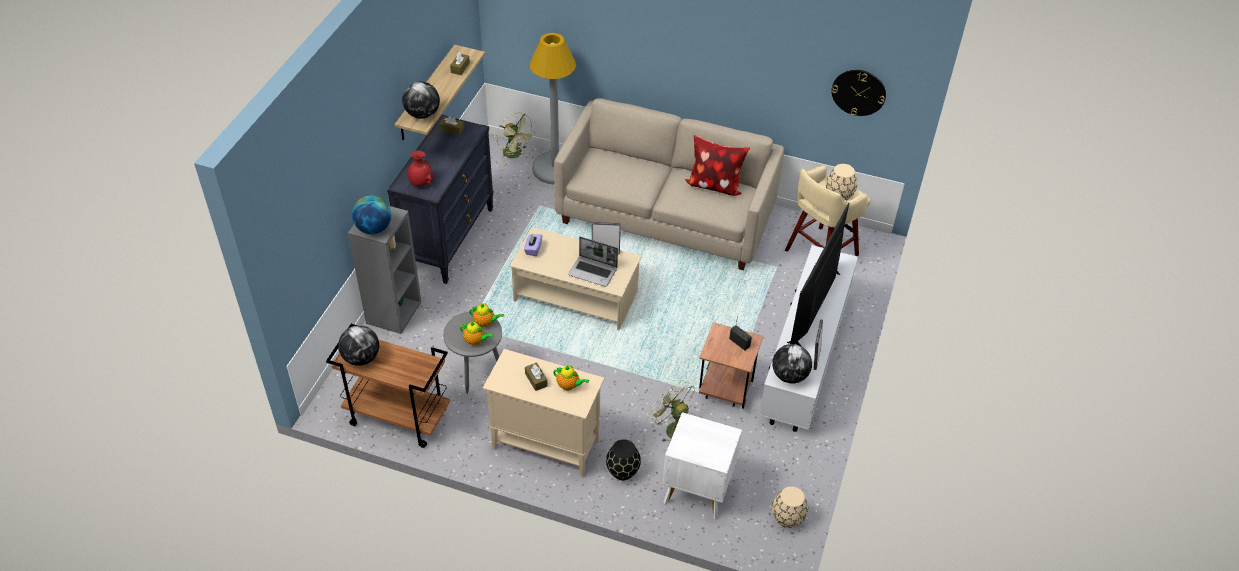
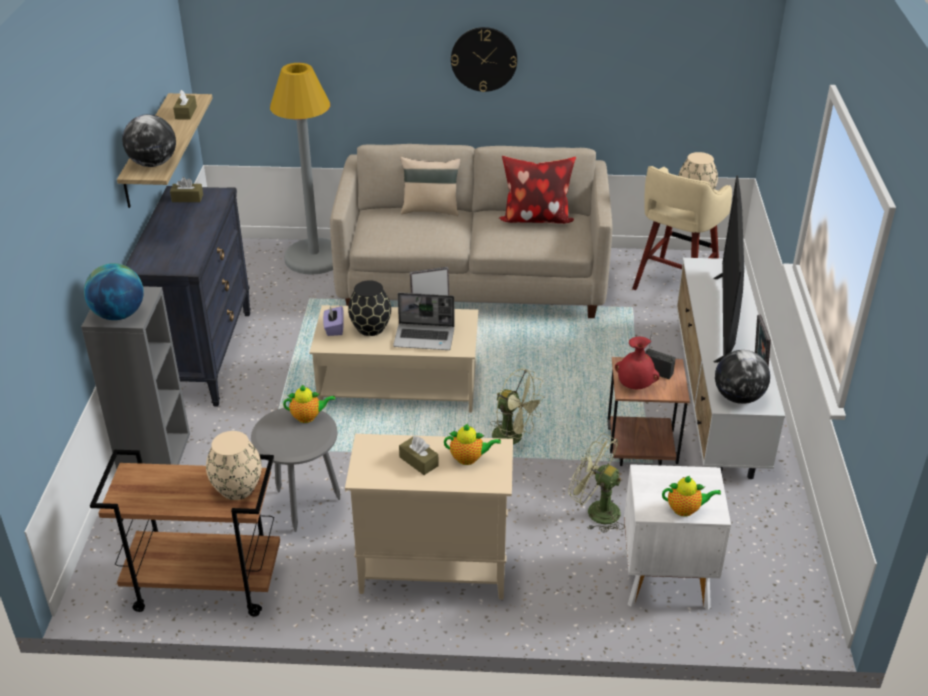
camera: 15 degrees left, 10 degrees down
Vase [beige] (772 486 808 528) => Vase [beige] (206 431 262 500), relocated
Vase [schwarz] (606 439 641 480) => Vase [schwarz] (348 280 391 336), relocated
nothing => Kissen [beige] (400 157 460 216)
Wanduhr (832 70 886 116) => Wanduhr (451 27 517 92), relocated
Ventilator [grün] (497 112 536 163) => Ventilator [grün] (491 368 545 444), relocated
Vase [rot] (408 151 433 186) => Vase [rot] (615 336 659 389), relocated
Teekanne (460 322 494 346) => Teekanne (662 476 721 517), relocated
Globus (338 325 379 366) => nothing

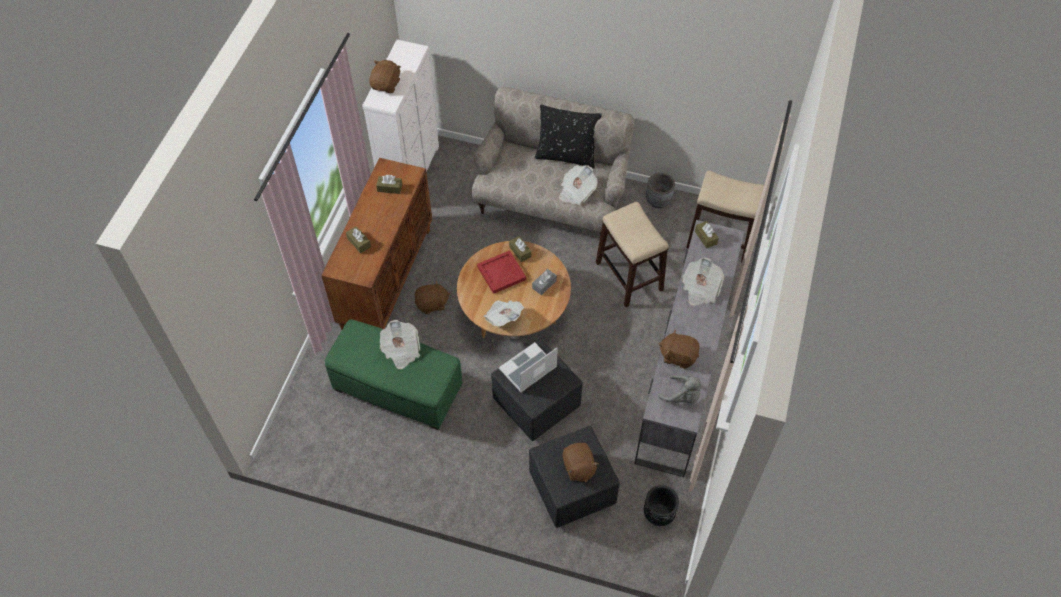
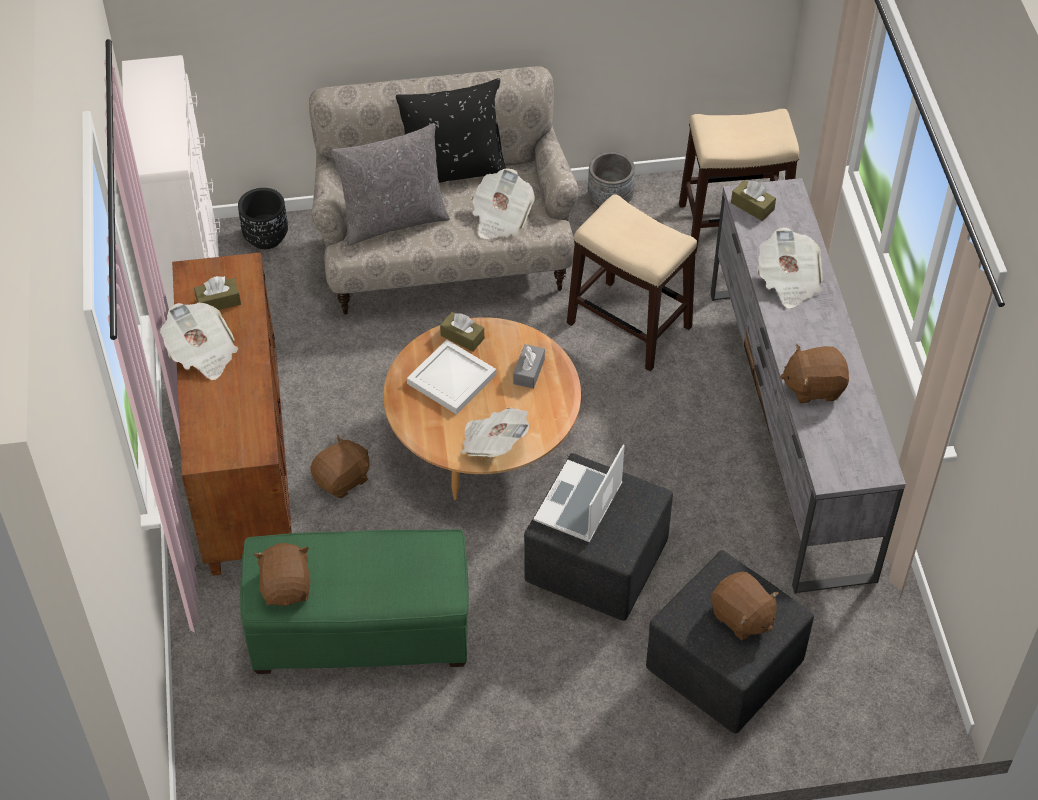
camera: 25 degrees left, 5 degrees down
Zeitung (380 319 420 370) => Zeitung (160 303 238 380), relocated
Pflanzkübel [schwarz] (644 485 679 526) => Pflanzkübel [schwarz] (238 188 288 249), relocated
Plüschtier [braun] (369 60 401 93) => Plüschtier [braun] (254 543 310 606), relocated
nothing => Kissen [grau] (331 123 450 246)
Tablett [rot] (477 250 526 294) => Tablett [weiß] (407 340 496 414)
Taschentuchbox [braun] (346 226 371 253) => nothing
Plüschtier [grau] (658 375 700 403) => nothing

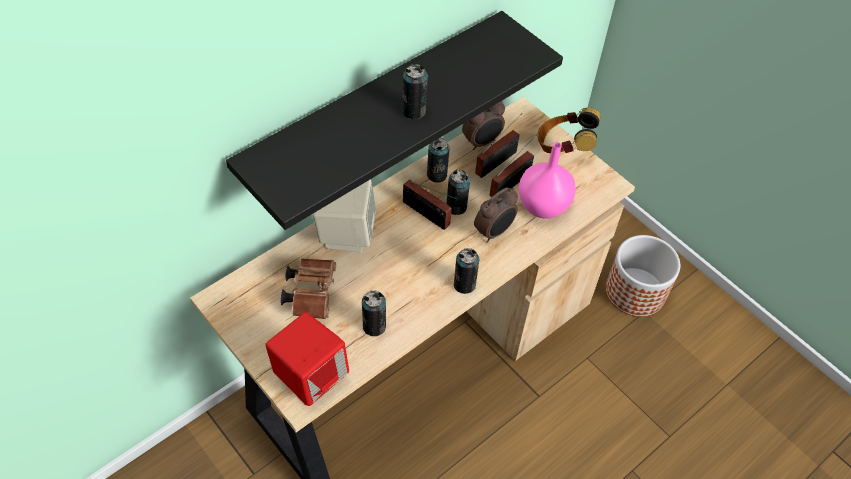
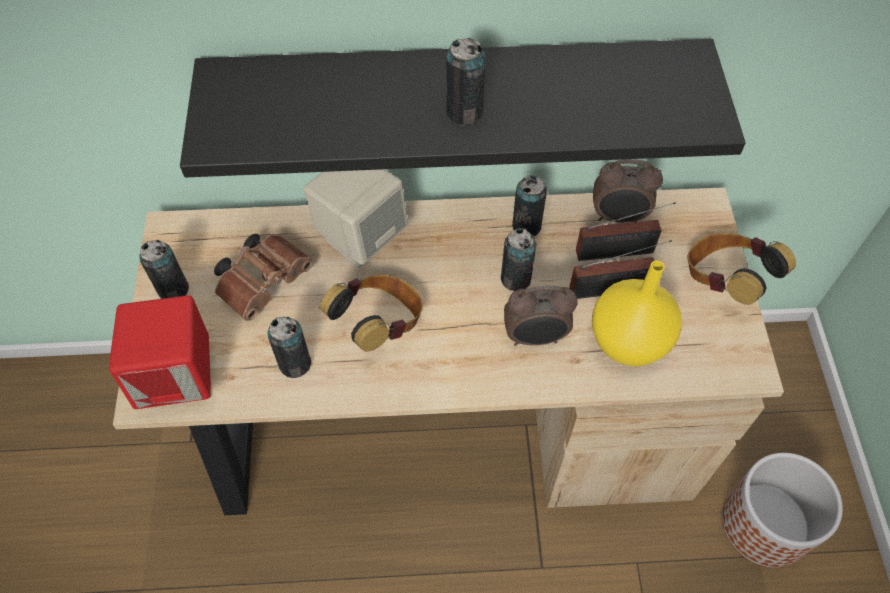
camera: 40 degrees right, 5 degrees up
Dose (454 248 480 294) => Dose (139 240 189 299), relocated
nothing => Kopfhörer (320 275 423 352)
Vase [rosa] (519 142 576 219) => Vase [gelb] (592 260 682 366)
Radio (403 180 457 230) => nothing

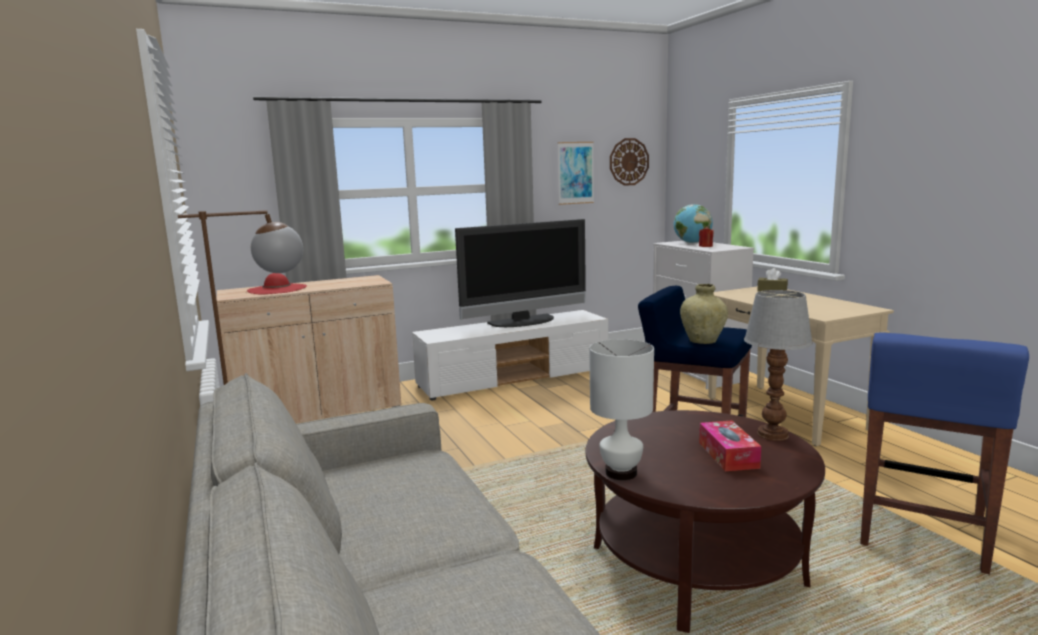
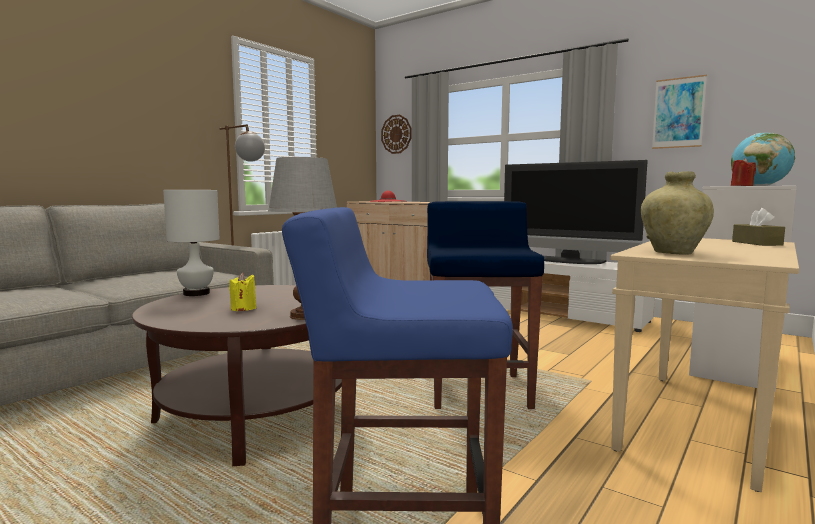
camera: 60 degrees right, 5 degrees down
Taschentuchbox (699 421 761 471) => Kerze [gelb] (229 273 257 311)
Wanduhr (610 138 649 186) => Wanduhr (381 115 411 154), relocated
Vase [beige] (680 284 728 344) => Vase [beige] (641 171 714 255), relocated

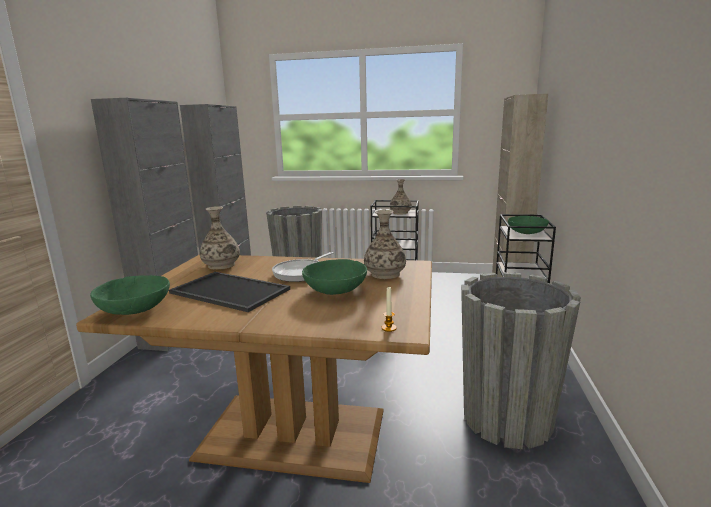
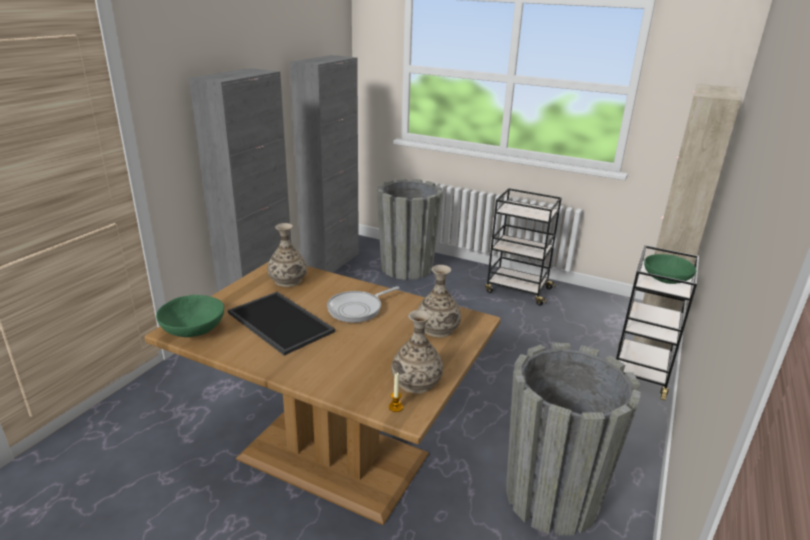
camera: 15 degrees right, 10 degrees up
Vase (390 179 412 215) => Vase (392 310 443 394), relocated
Schüssel [grün] (302 259 367 295) => nothing

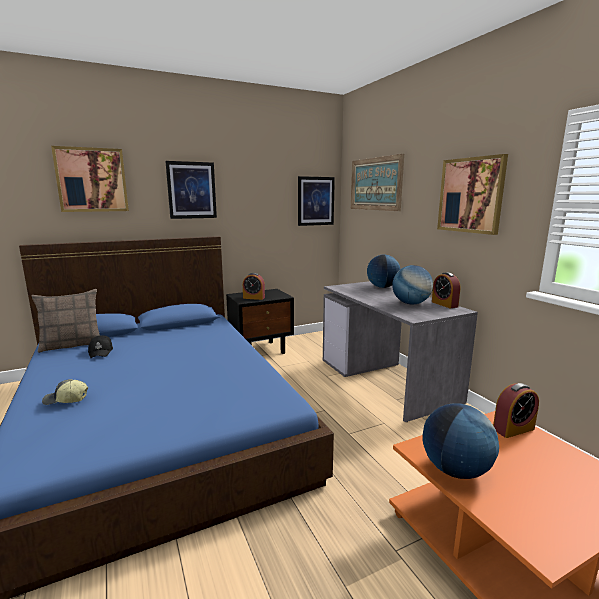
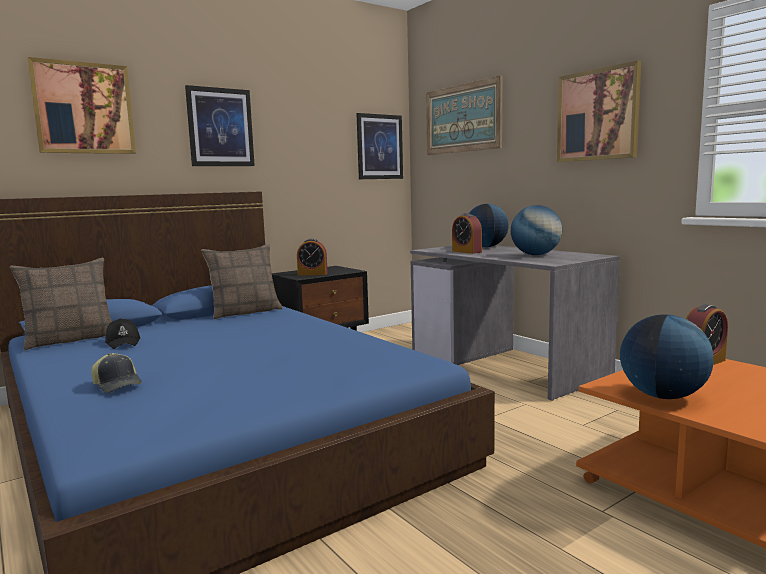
camera: 10 degrees left, 5 degrees down
Kappe (42 379 88 405) => Kappe (91 353 142 393), 120 degrees counterclockwise
nothing => Kissen (201 244 282 319)
Wecker (432 272 460 308) => Wecker (452 213 482 254), relocated

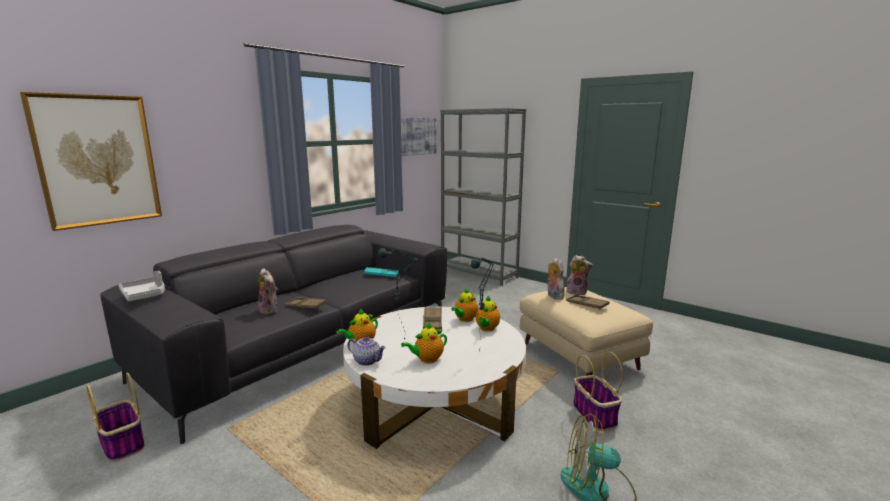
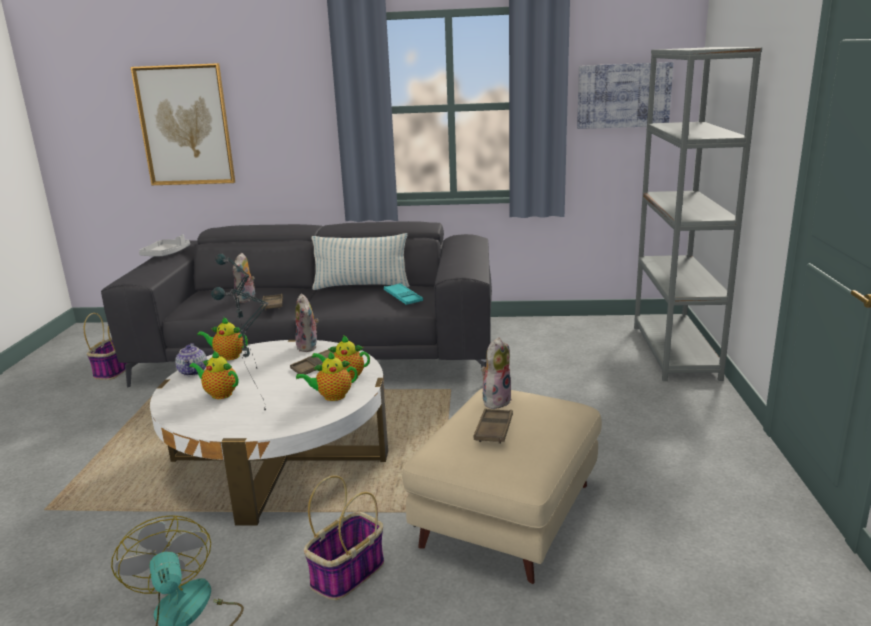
camera: 55 degrees right, 5 degrees up
Plüschtier (566 255 593 295) => Plüschtier (296 294 319 352), relocated
nothing => Kissen (311 233 410 290)

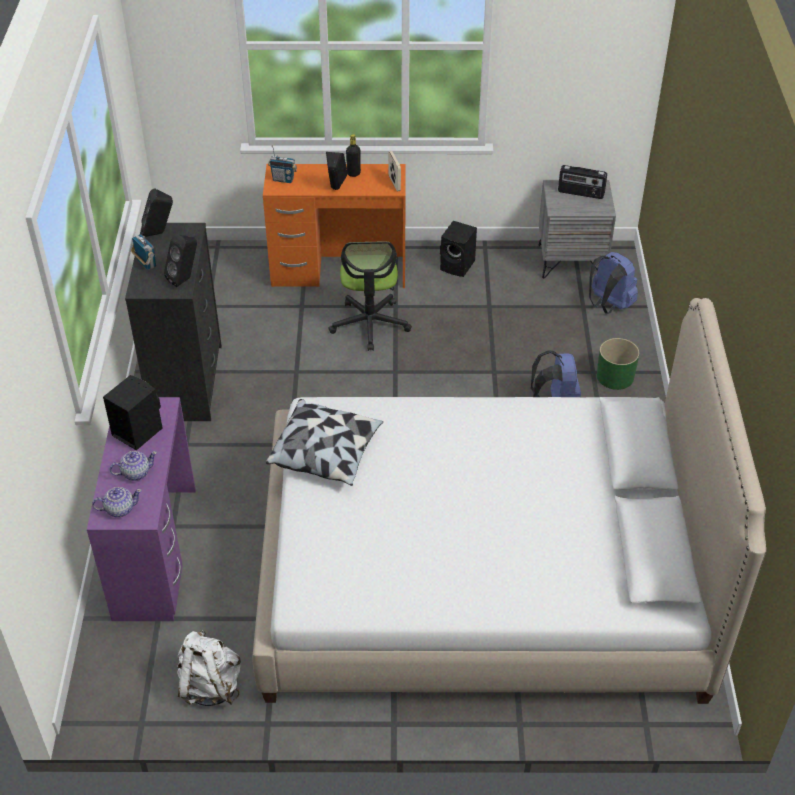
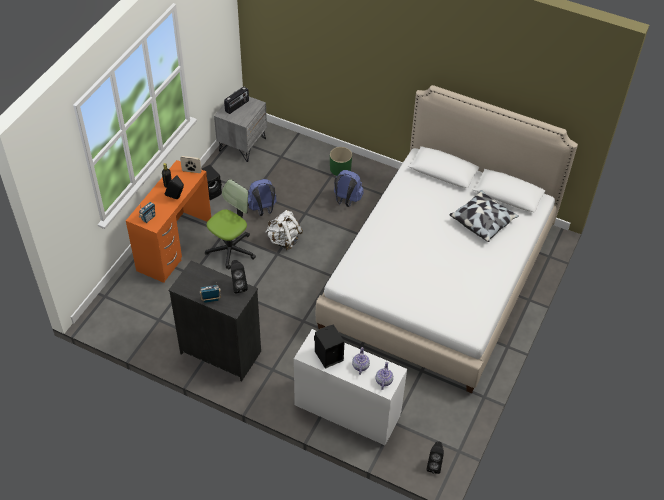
camera: 65 degrees left, 5 degrees up
Bürostuhl (328 241 412 351) => Bürostuhl (205 179 256 270), 75 degrees counterclockwise
Rucksack [blau] (589 252 638 313) => Rucksack [blau] (248 179 277 216), relocated
Rucksack [weiß] (177 630 241 706) => Rucksack [weiß] (265 210 303 250), relocated
Schreibtisch [lila] (87 397 196 621) => Schreibtisch [weiß] (294 329 407 445)
Lautsprecher [schwarz] (141 188 173 237) => Lautsprecher [schwarz] (426 441 444 474), relocated
Kissen (266 399 383 486) => Kissen (449 190 519 242), relocated

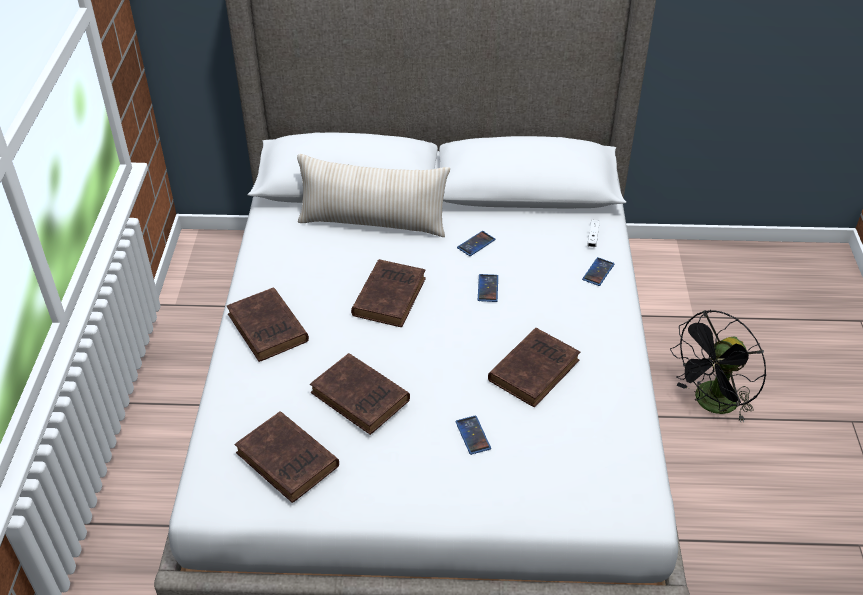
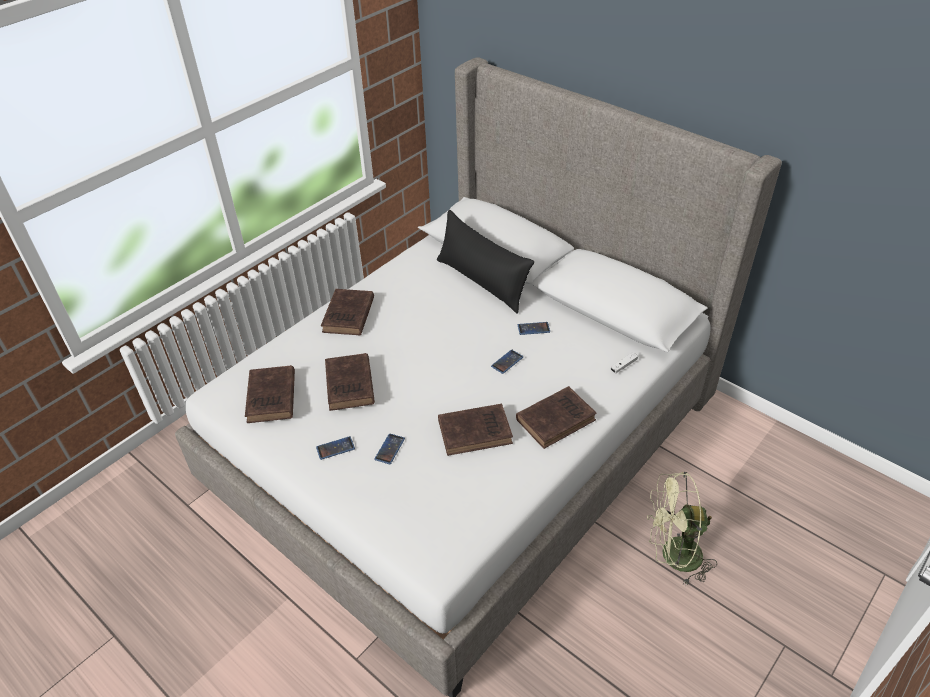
camera: 40 degrees right, 0 degrees up
Handy (582 257 614 286) => Handy (316 436 355 460), relocated
Kissen [beige] (297 154 450 237) => Kissen [schwarz] (437 210 534 314)
Buch [braun] (351 259 426 327) => Buch [braun] (516 386 597 449), relocated
Ventilator [schwarz] (670 310 766 422) => Ventilator [grün] (647 472 717 586)

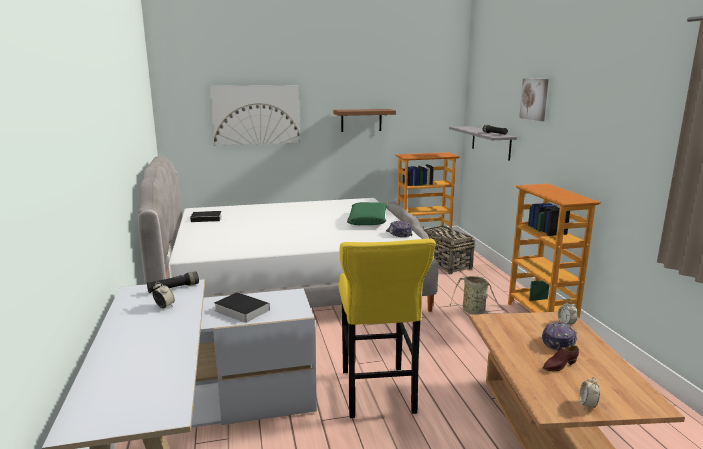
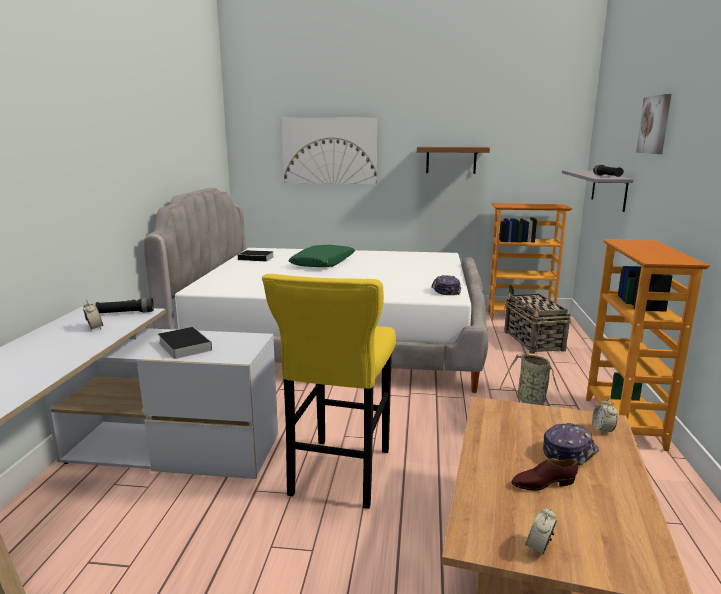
camera: 20 degrees right, 0 degrees up
Kissen [grün] (347 202 387 225) => Kissen [grün] (288 245 355 267), relocated

